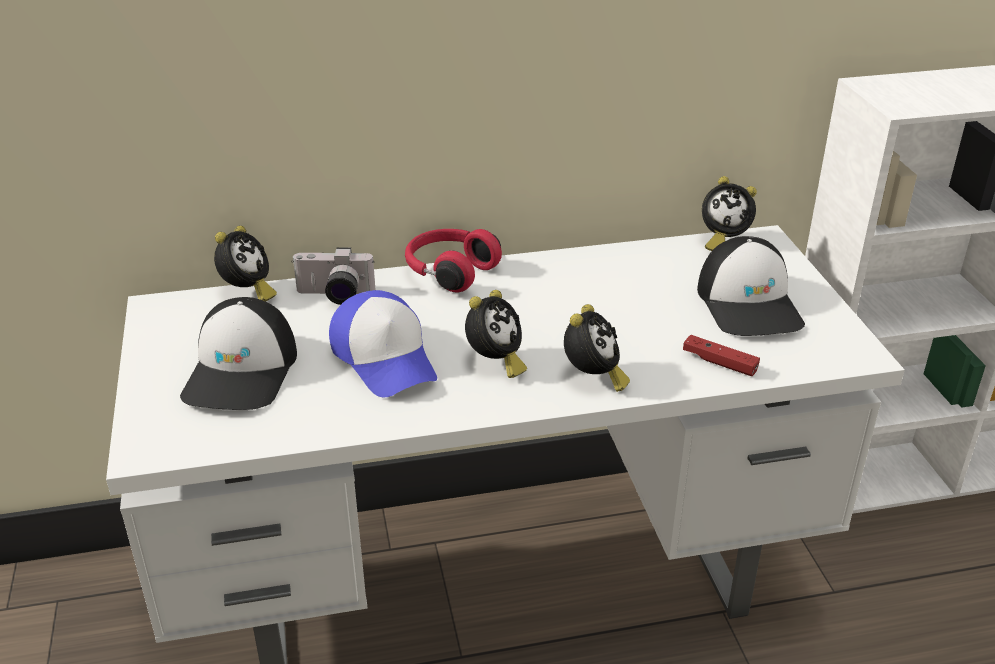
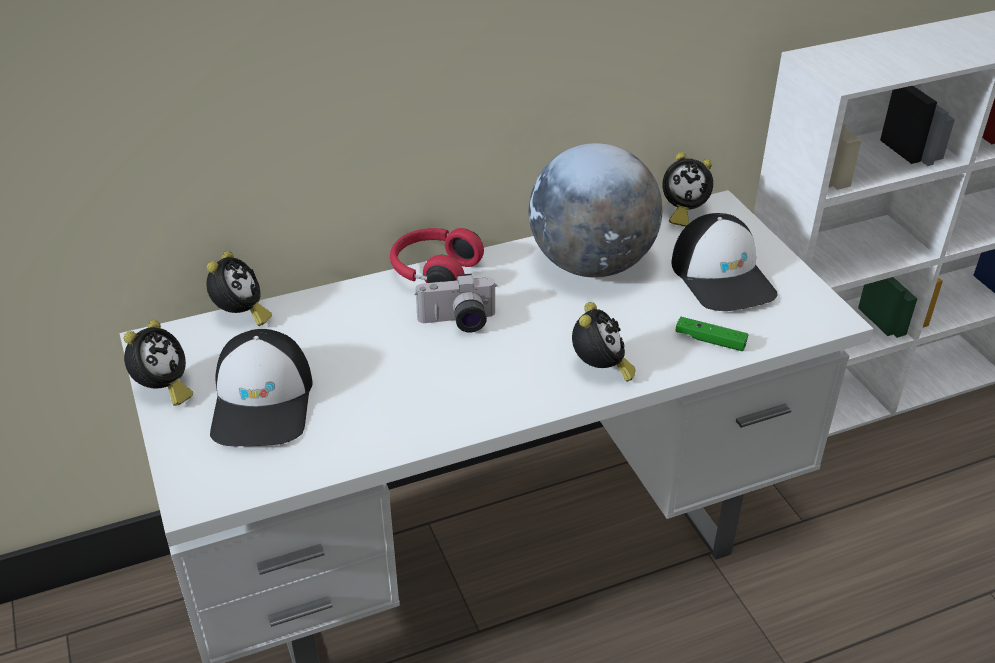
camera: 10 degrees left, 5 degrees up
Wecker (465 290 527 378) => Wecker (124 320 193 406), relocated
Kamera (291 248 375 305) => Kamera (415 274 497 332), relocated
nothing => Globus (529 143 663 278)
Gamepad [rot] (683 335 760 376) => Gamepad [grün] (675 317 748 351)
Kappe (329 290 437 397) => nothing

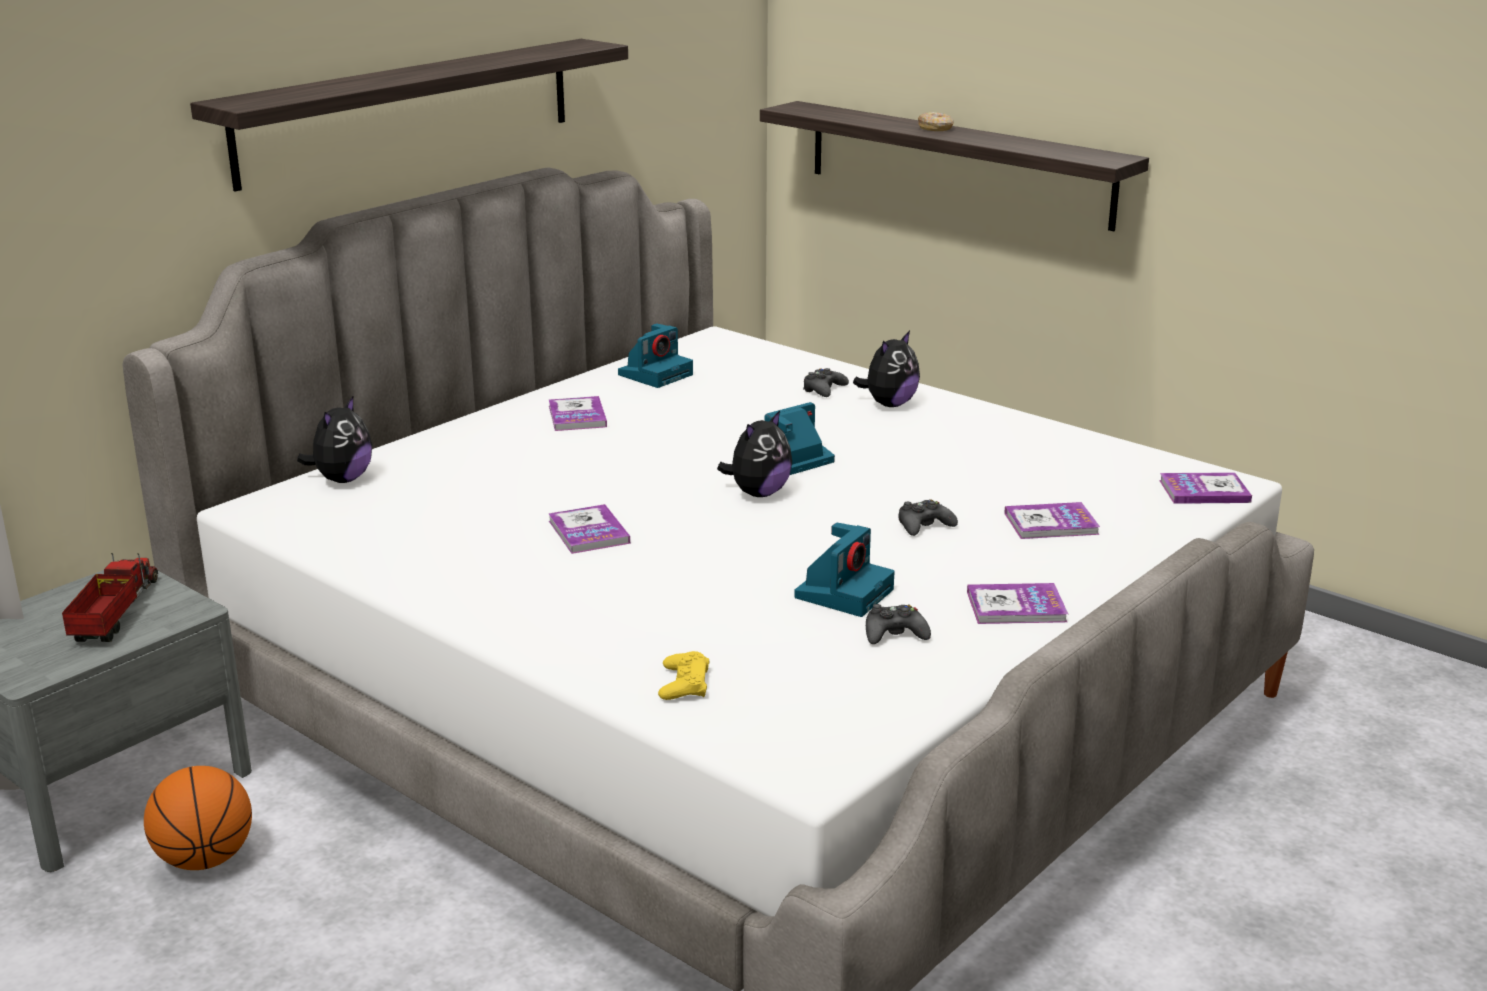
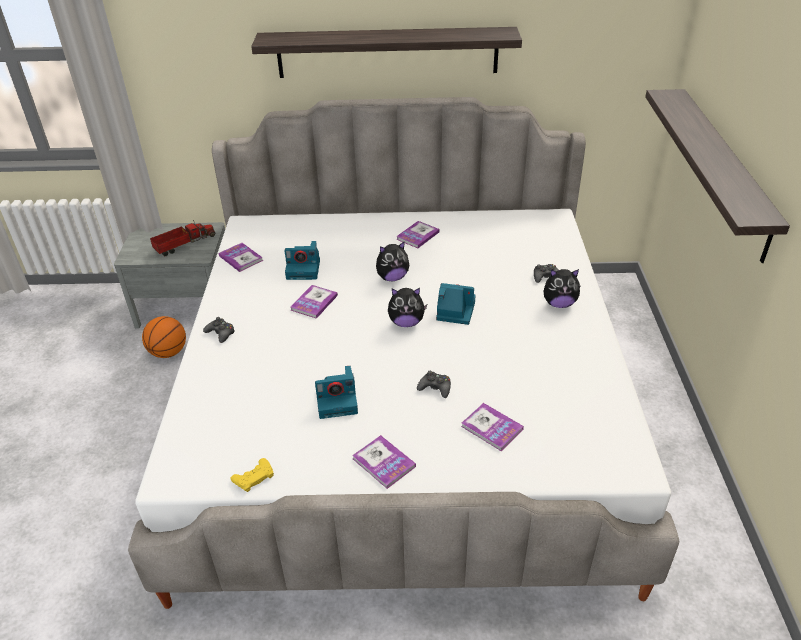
camera: 50 degrees right, 15 degrees up
Gamepad [schwarz] (866 604 931 644) => Gamepad [schwarz] (203 317 235 343), relocated
Buch (1159 472 1252 504) => Buch (219 243 263 272), relocated
Gamepad [gelb] (658 651 710 700) => Gamepad [gelb] (231 458 274 492), relocated
Kamera (618 323 693 388) => Kamera (285 241 320 280), relocated
Plüschtier (297 395 372 483) => Plüschtier (376 241 409 281), relocated
Donut (918 112 954 131) => nothing

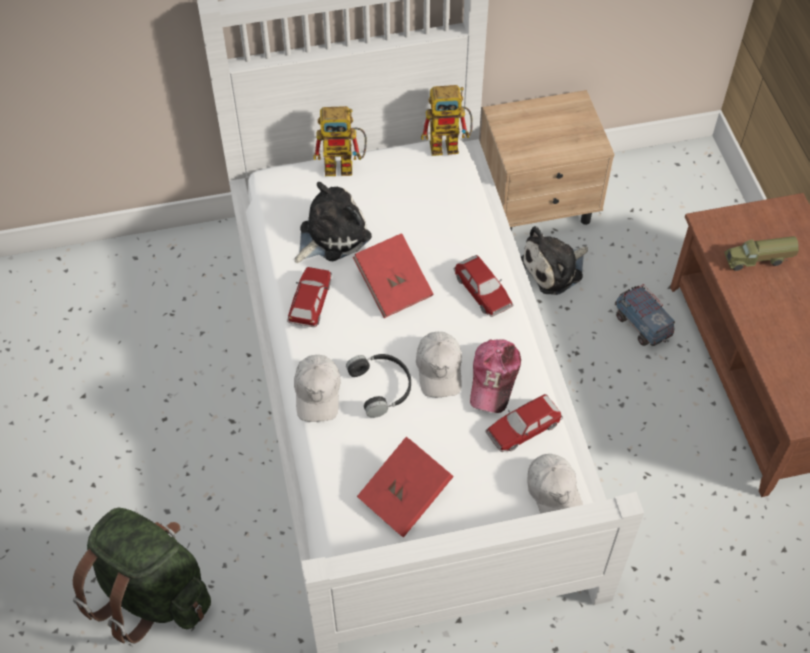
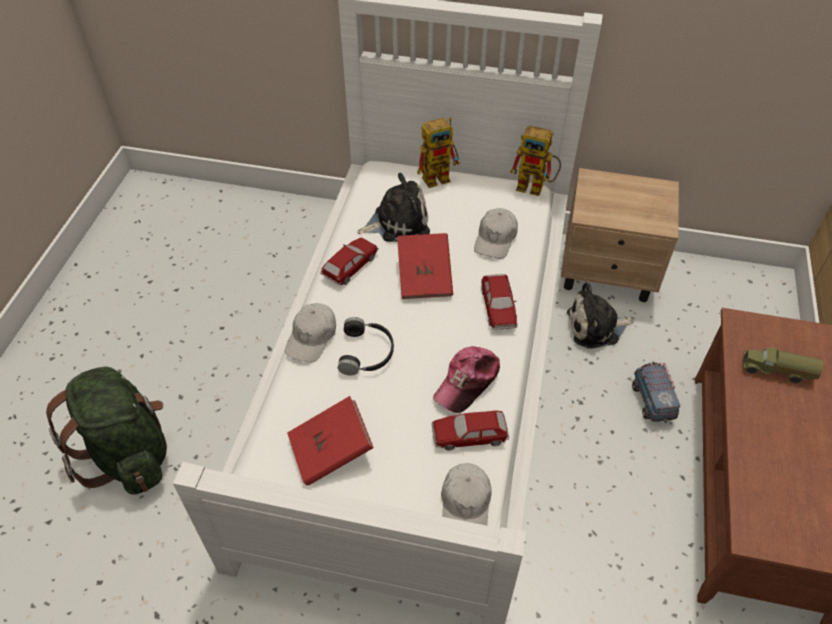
camera: 25 degrees right, 5 degrees down
Spielzeugroboter (313 106 367 176) => Spielzeugroboter (417 117 460 188), 45 degrees counterclockwise
Kappe [weiß] (416 332 462 397) => Kappe [weiß] (474 208 518 259), relocated

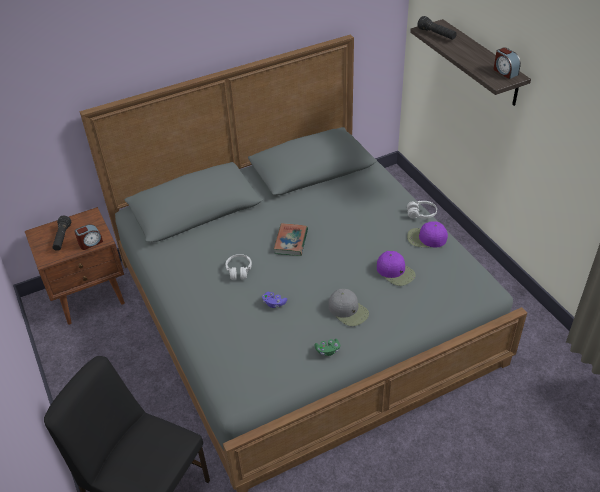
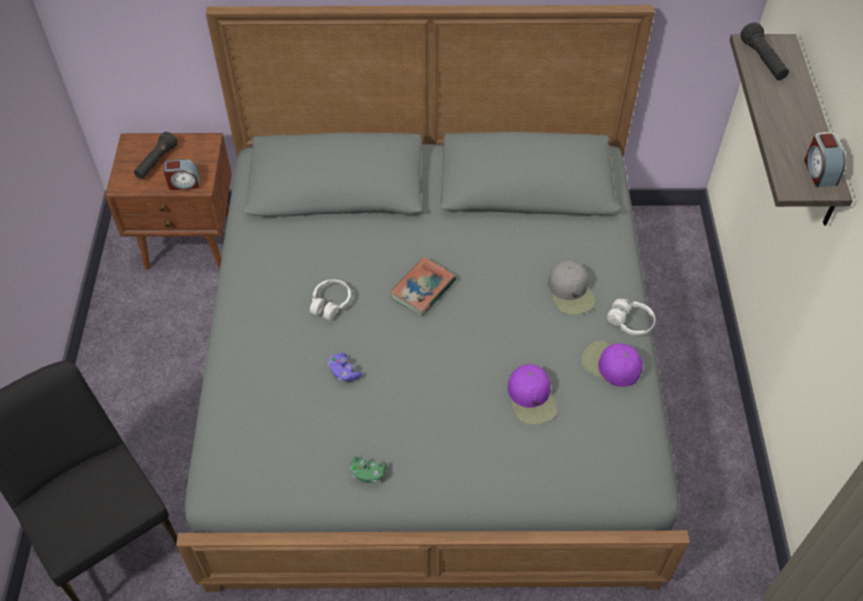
camera: 25 degrees right, 10 degrees up
Kappe [grau] (329 289 369 326) => Kappe [grau] (548 260 595 315), relocated

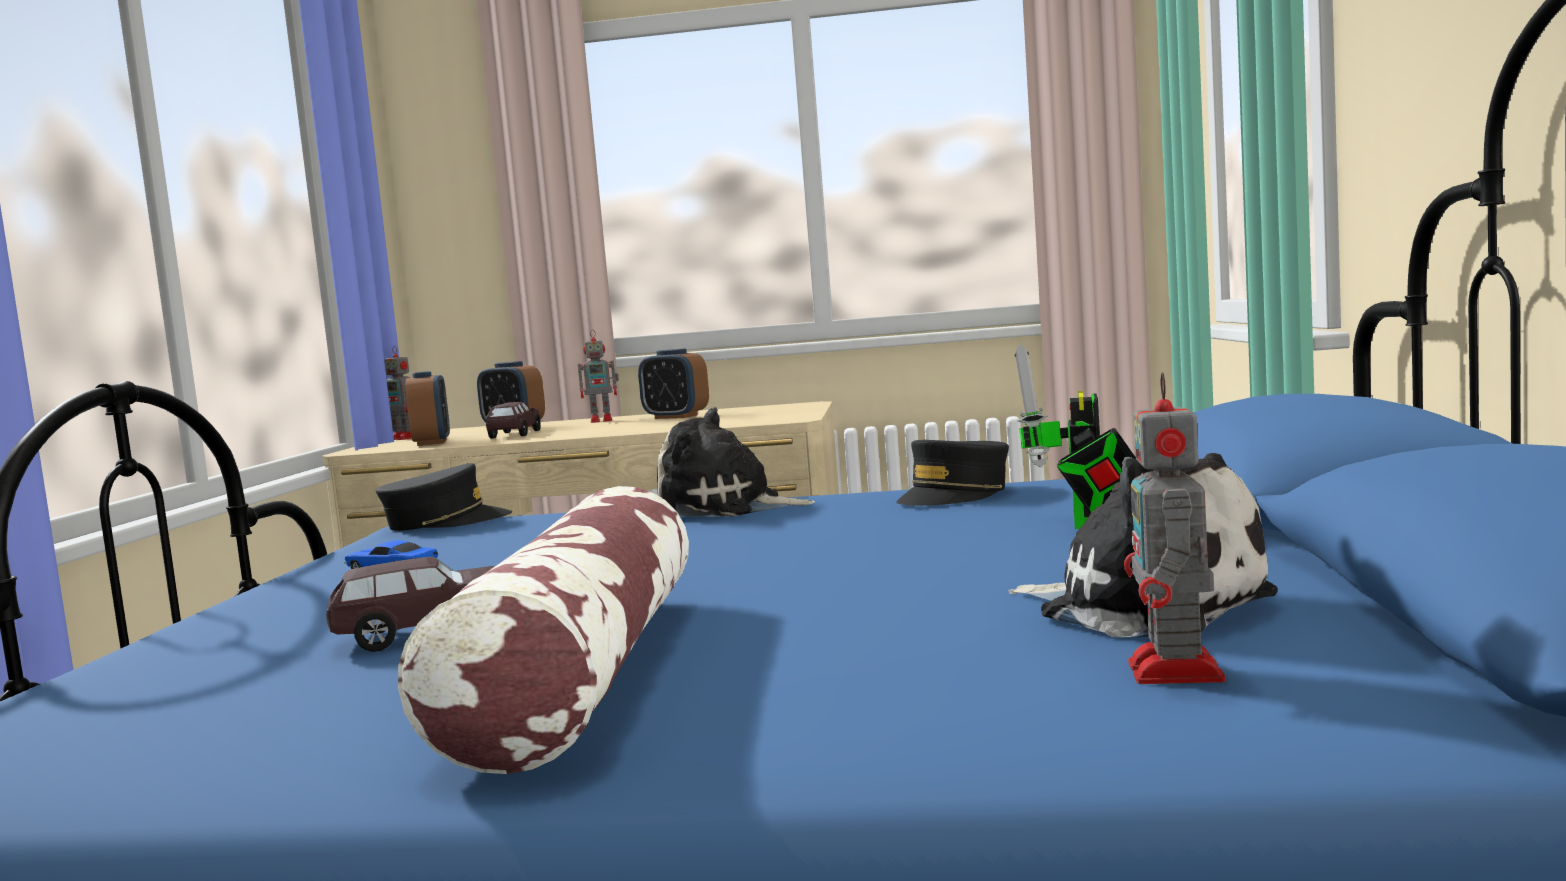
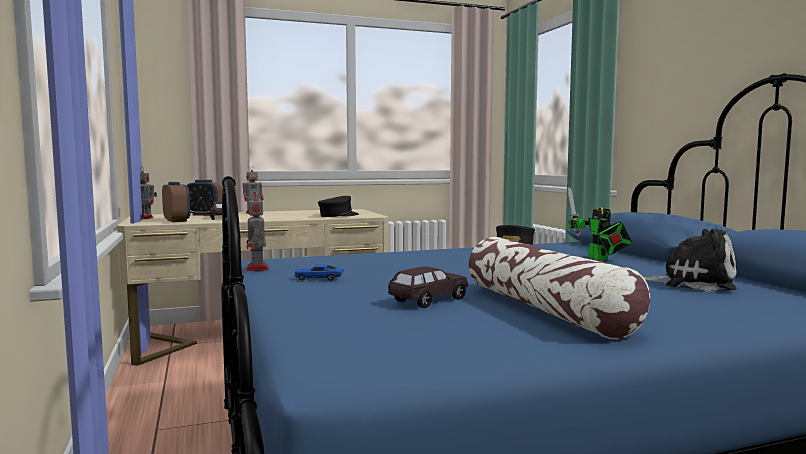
camera: 25 degrees left, 0 degrees up
Spielzeugroboter (1124 372 1226 684) => Spielzeugroboter (246 191 269 271), relocated
Kappe [schwarz] (376 463 512 531) => Kappe [schwarz] (318 196 359 217), relocated
Wecker (638 349 709 419) => nothing
Plüschtier (657 407 815 517) => nothing

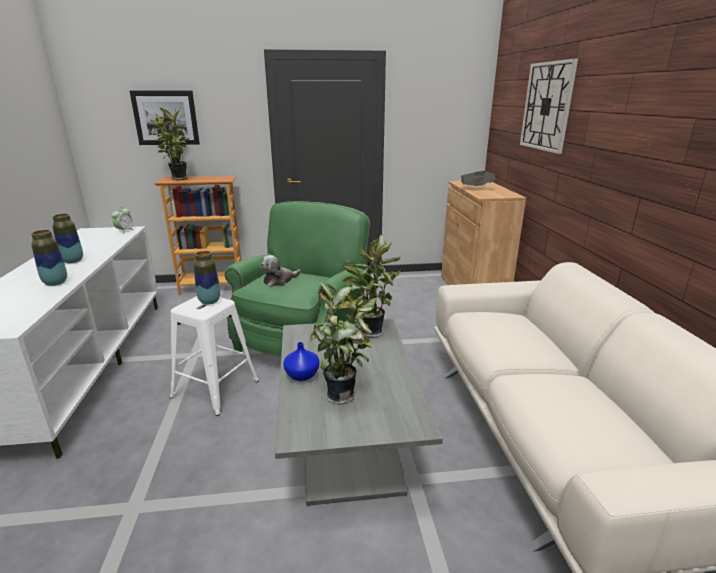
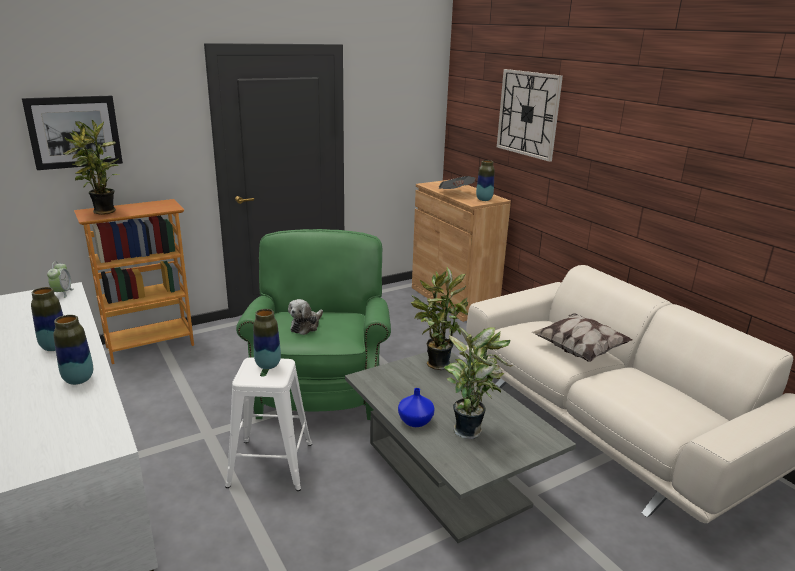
camera: 25 degrees left, 0 degrees up
nothing => Vase (476 160 495 201)
nothing => Kissen (532 313 632 362)

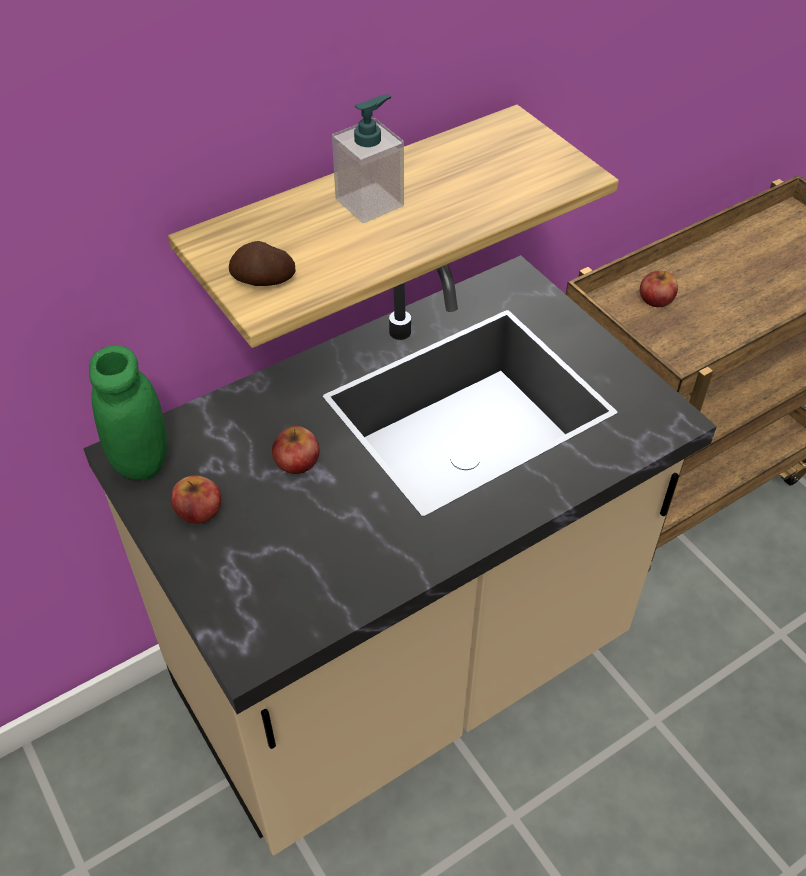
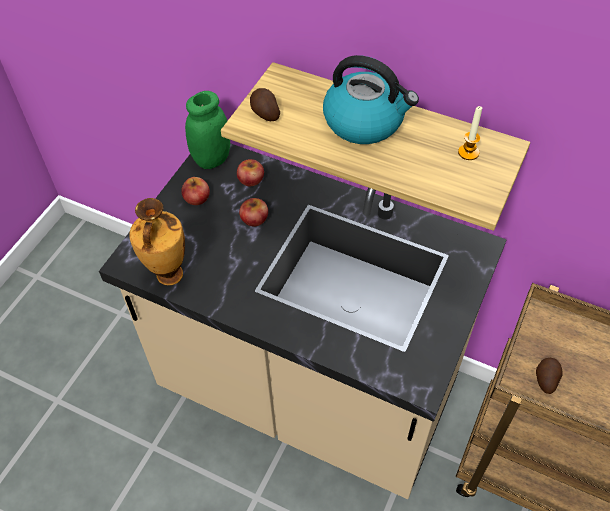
camera: 60 degrees right, 5 degrees up
nothing => Vase (129 198 185 285)
Apfel (640 271 678 307) => Apfel (237 159 264 186), relocated
Seifenspender (332 94 404 223) => Wasserkessel (323 55 419 144)
nothing => Kerze (458 106 482 160)
nothing => Kartoffel (536 358 563 394)

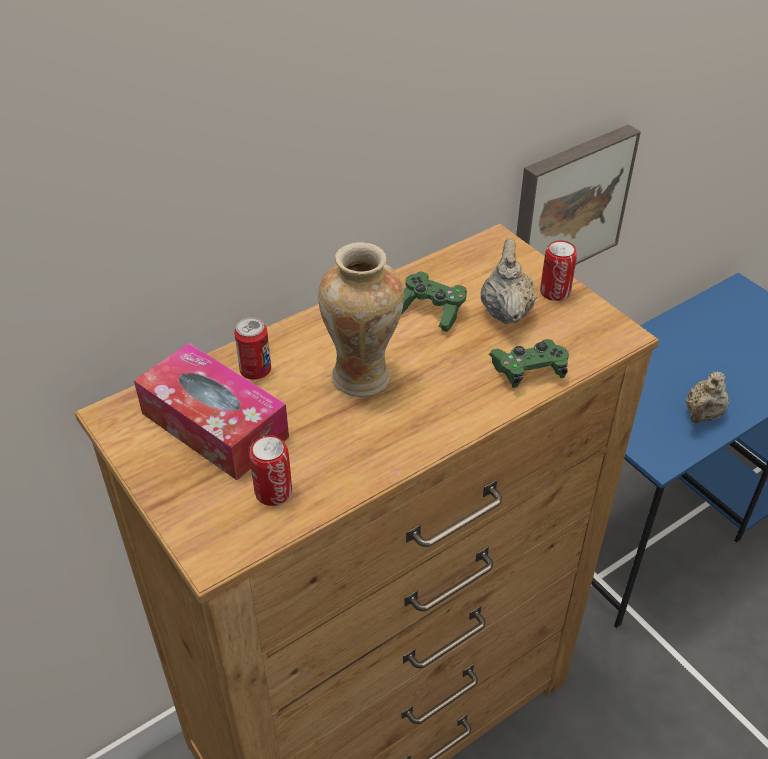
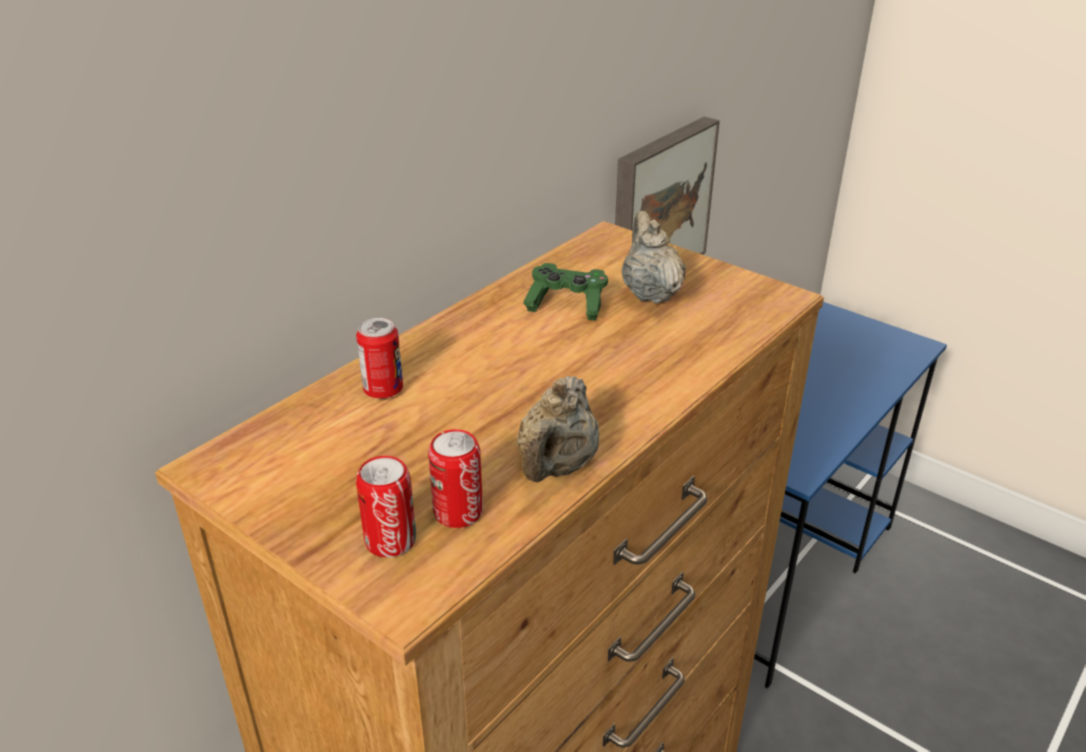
camera: 15 degrees left, 10 degrees down
Dose (540 240 577 301) => Dose (356 456 416 558), relocated
Teekanne [beige] (685 371 729 423) => Teekanne [beige] (516 376 599 482), relocated
Taschentuchbox (134 343 289 480) => nothing
Vase (318 242 404 397) => nothing
Gamepad [grün] (489 339 569 388) => nothing

